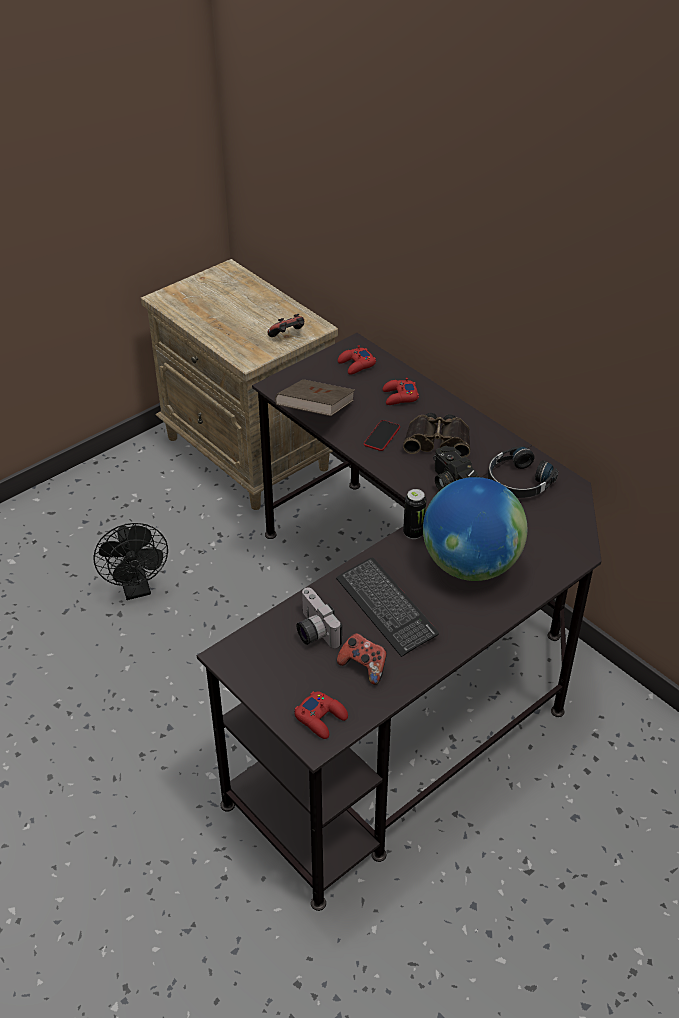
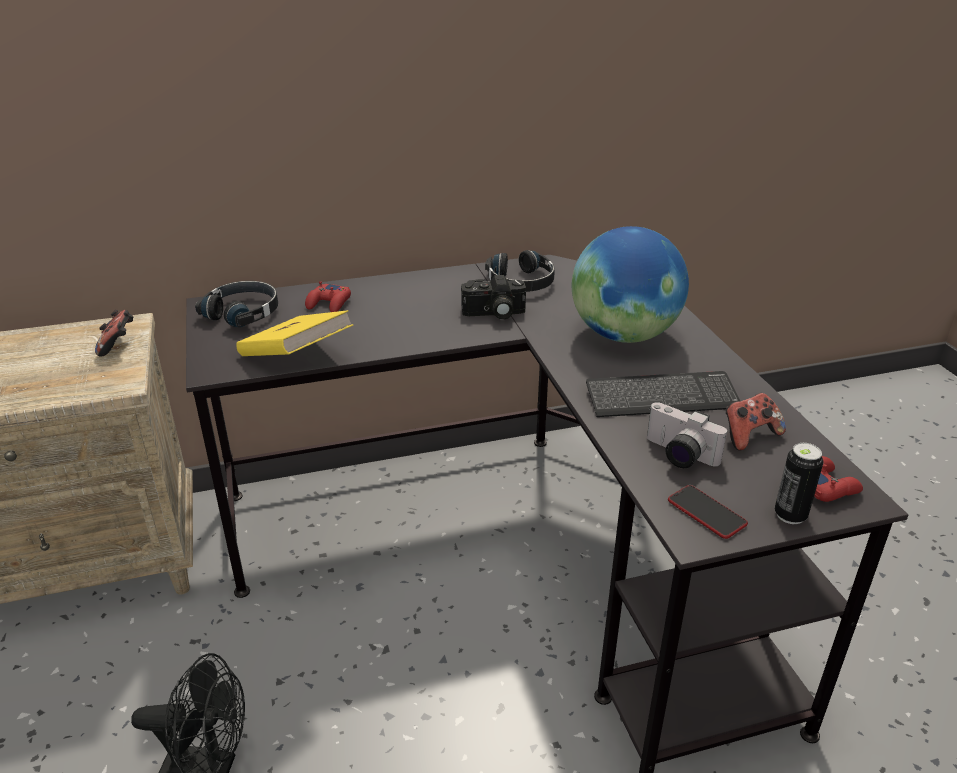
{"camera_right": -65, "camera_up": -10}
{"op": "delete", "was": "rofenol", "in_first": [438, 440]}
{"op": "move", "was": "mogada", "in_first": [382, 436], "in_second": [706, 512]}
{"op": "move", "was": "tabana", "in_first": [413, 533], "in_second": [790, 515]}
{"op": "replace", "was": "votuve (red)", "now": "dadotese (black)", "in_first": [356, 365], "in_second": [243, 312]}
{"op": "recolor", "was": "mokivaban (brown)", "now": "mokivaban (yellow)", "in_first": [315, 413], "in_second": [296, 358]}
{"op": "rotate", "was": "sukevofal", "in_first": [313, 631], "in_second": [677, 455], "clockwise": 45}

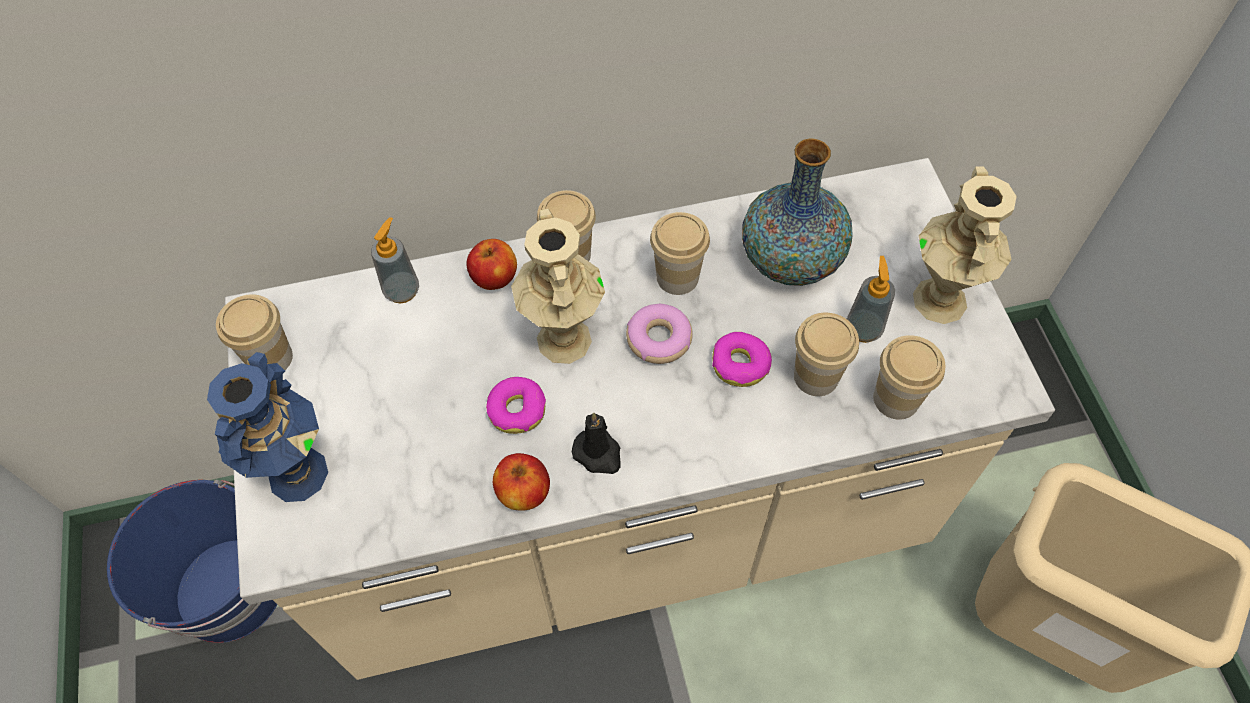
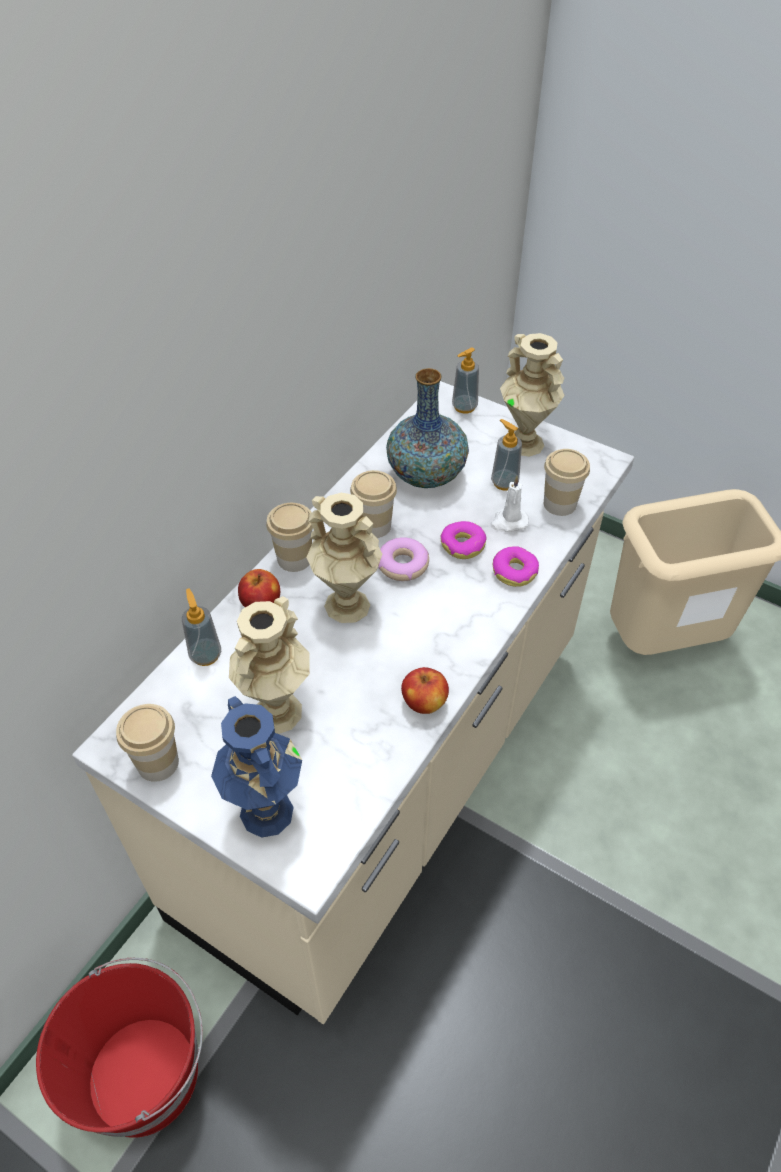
{"camera_right": -45, "camera_up": -10}
{"op": "delete", "was": "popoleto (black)", "in_first": [598, 454]}
{"op": "insert", "now": "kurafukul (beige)", "in_second": [278, 713]}
{"op": "insert", "now": "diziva", "in_second": [464, 407]}
{"op": "move", "was": "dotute", "in_first": [517, 410], "in_second": [514, 571]}
{"op": "replace", "was": "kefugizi", "now": "popoleto (white)", "in_first": [816, 376], "in_second": [508, 522]}
{"op": "recolor", "was": "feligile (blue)", "now": "feligile (red)", "in_first": [232, 589], "in_second": [145, 1072]}

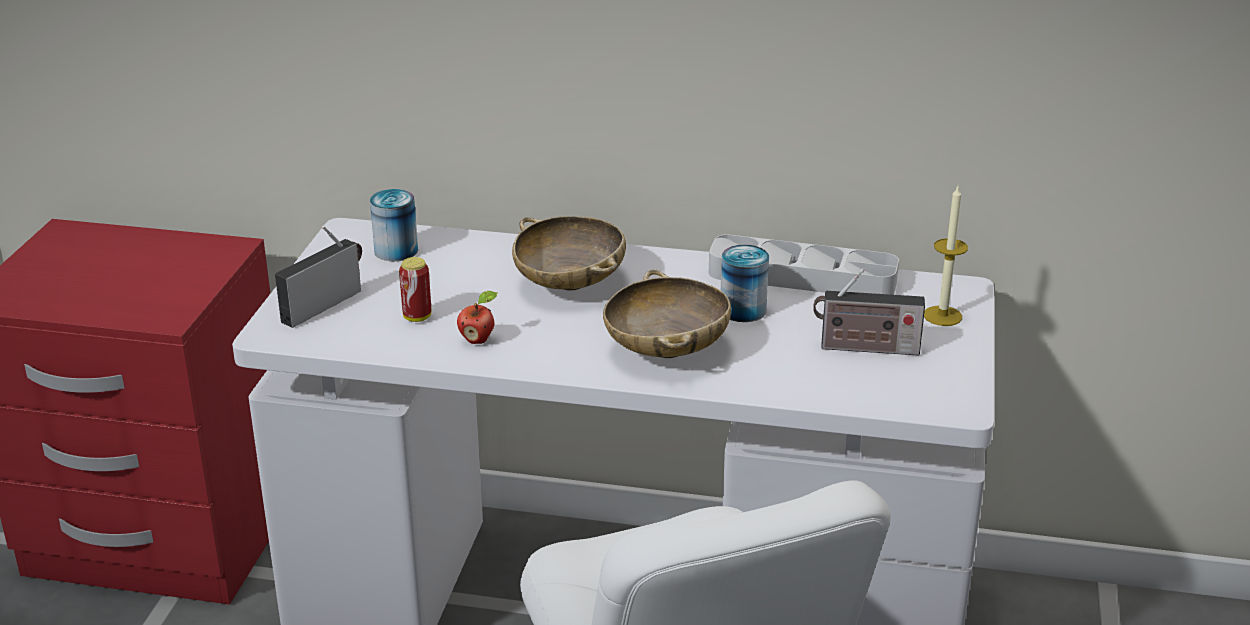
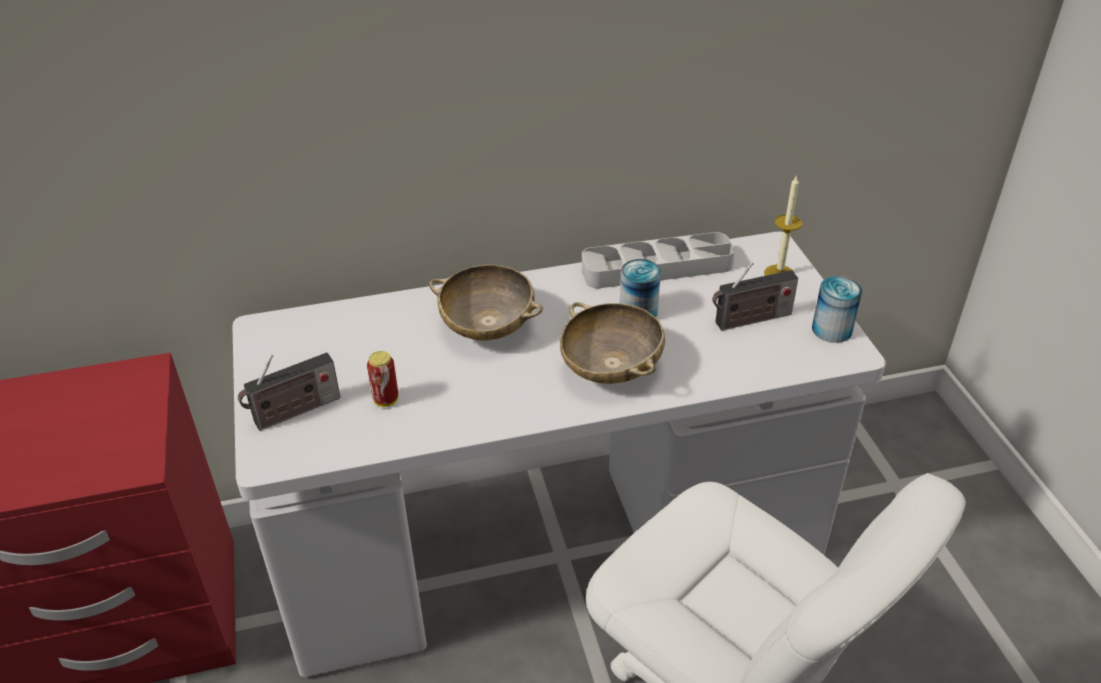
{"camera_right": -25, "camera_up": 10}
{"op": "delete", "was": "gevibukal", "in_first": [478, 340]}
{"op": "move", "was": "tabana", "in_first": [396, 251], "in_second": [831, 330]}
{"op": "rotate", "was": "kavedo", "in_first": [324, 304], "in_second": [294, 412], "clockwise": -135}

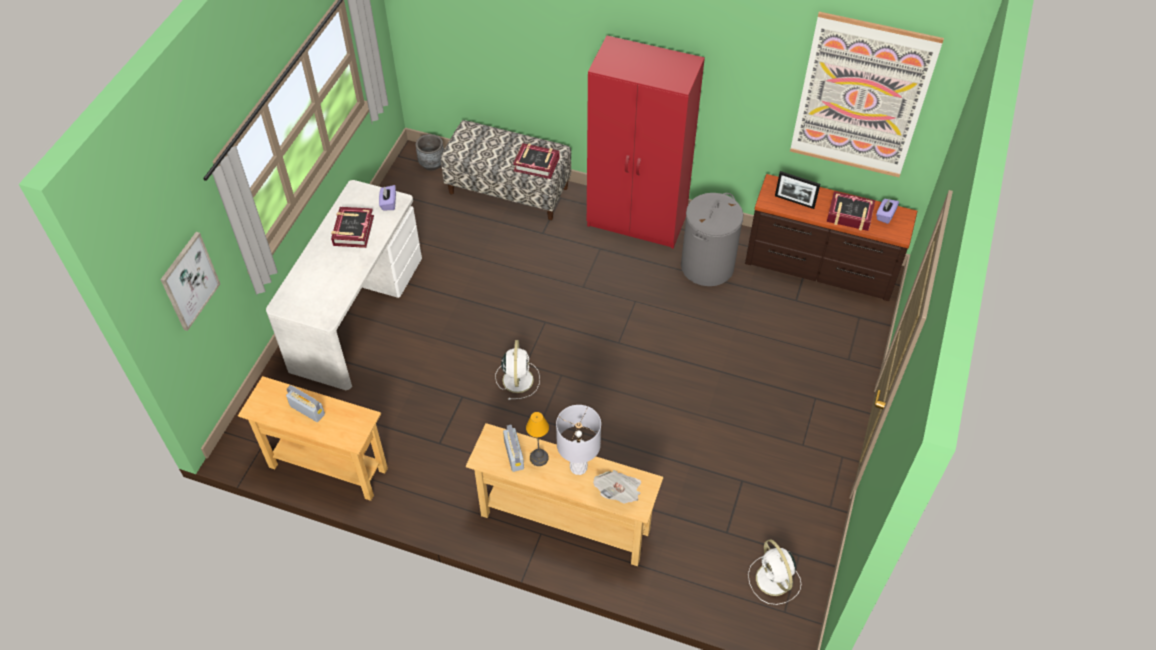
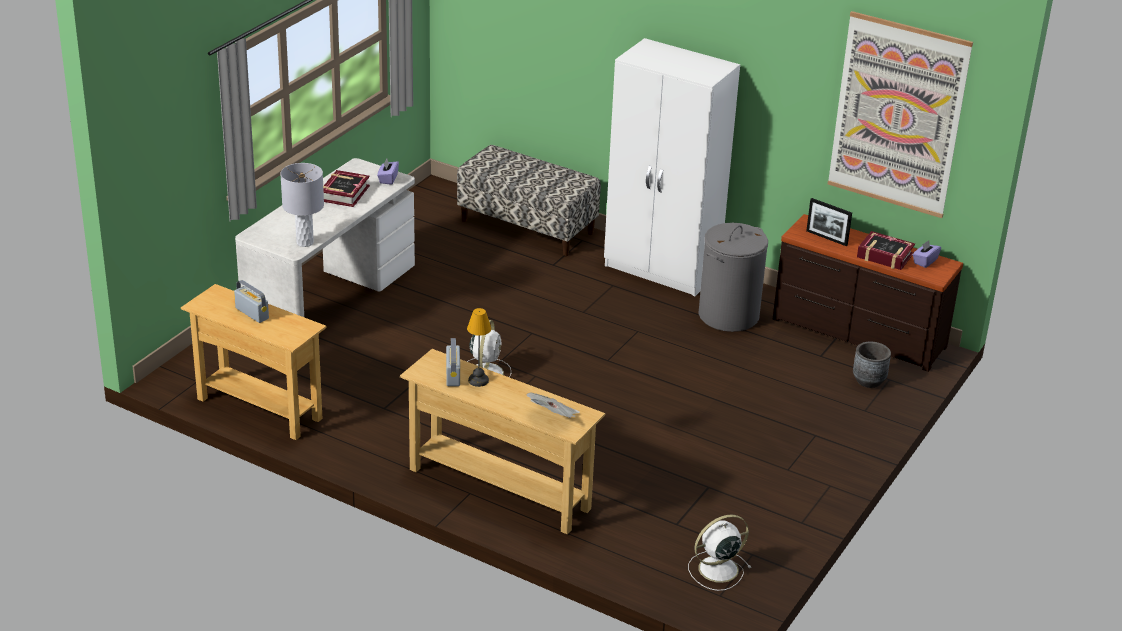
{"camera_right": 10, "camera_up": -20}
{"op": "delete", "was": "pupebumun", "in_first": [189, 281]}
{"op": "delete", "was": "mokivaban", "in_first": [536, 164]}
{"op": "move", "was": "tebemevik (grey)", "in_first": [432, 164], "in_second": [869, 381]}
{"op": "move", "was": "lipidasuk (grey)", "in_first": [579, 467], "in_second": [305, 242]}
{"op": "recolor", "was": "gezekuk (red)", "now": "gezekuk (white)", "in_first": [637, 221], "in_second": [662, 270]}
{"op": "rotate", "was": "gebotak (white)", "in_first": [774, 581], "in_second": [716, 570], "clockwise": 75}

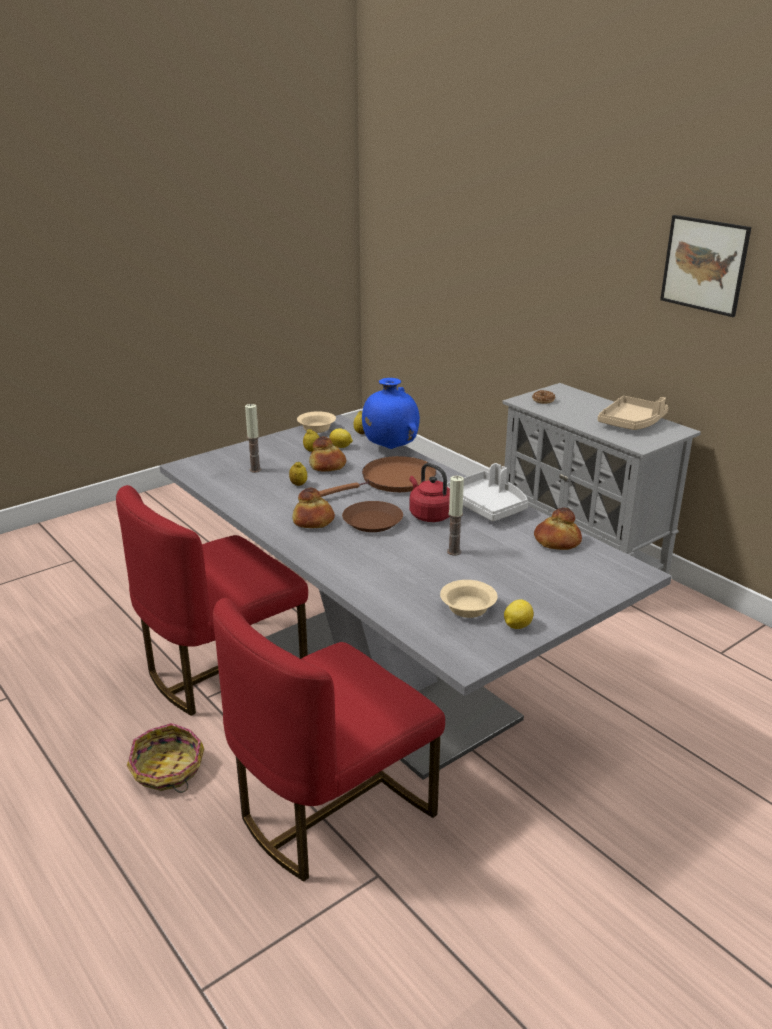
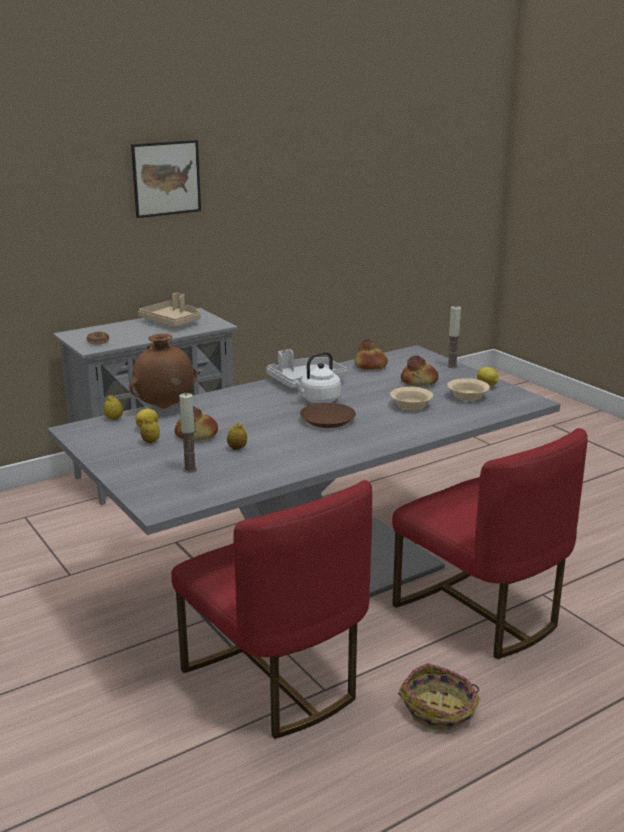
{"camera_right": -85, "camera_up": -5}
{"op": "delete", "was": "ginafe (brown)", "in_first": [394, 481]}
{"op": "move", "was": "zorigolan", "in_first": [313, 521], "in_second": [419, 382]}
{"op": "move", "was": "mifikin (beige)", "in_first": [317, 429], "in_second": [411, 405]}
{"op": "move", "was": "popoleto", "in_first": [454, 552], "in_second": [452, 366]}
{"op": "recolor", "was": "kurafukul (blue)", "now": "kurafukul (brown)", "in_first": [390, 448], "in_second": [165, 408]}
{"op": "recolor", "was": "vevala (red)", "now": "vevala (white)", "in_first": [429, 515], "in_second": [318, 400]}

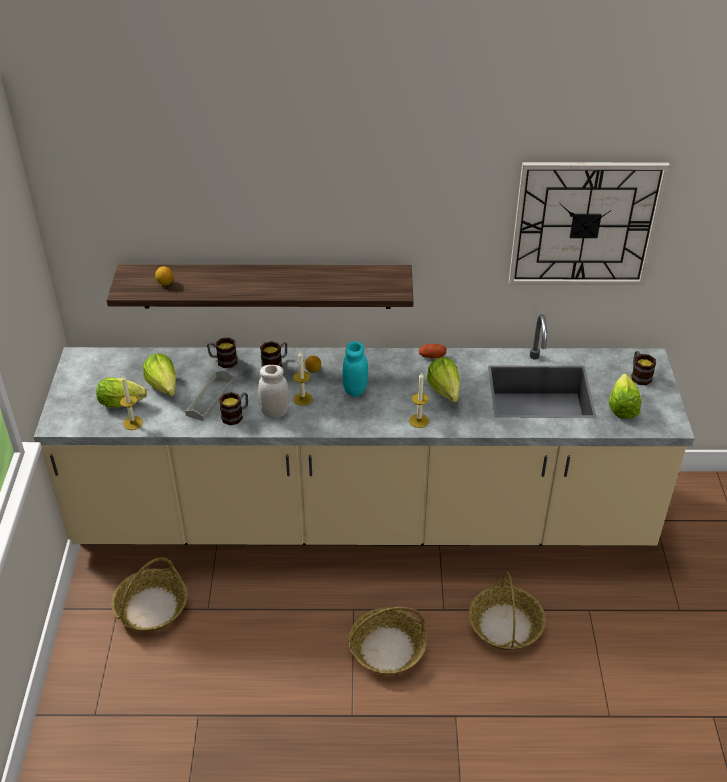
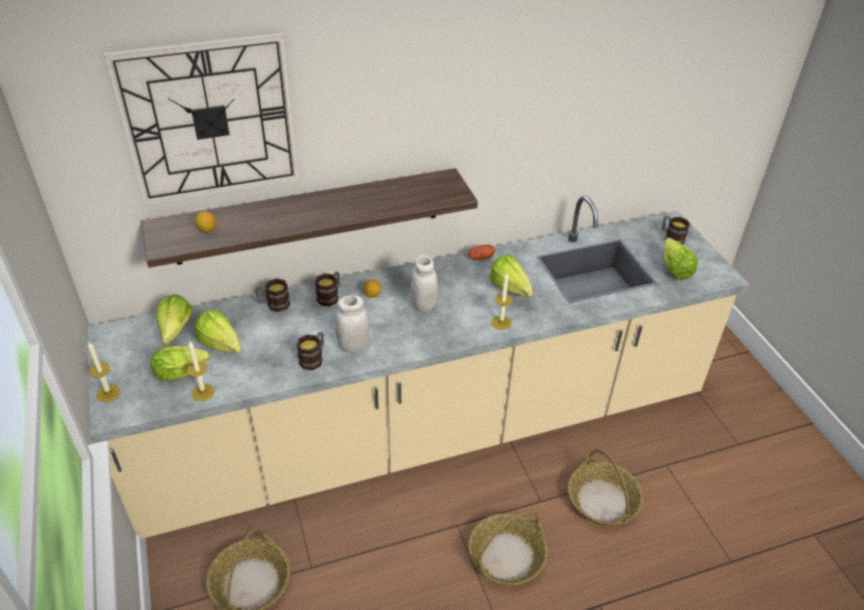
{"camera_right": -20, "camera_up": 0}
{"op": "delete", "was": "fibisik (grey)", "in_first": [210, 398]}
{"op": "insert", "now": "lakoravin", "in_second": [173, 334]}
{"op": "move", "was": "popoleto", "in_first": [302, 399], "in_second": [108, 393]}
{"op": "move", "was": "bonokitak", "in_first": [585, 224], "in_second": [210, 120]}
{"op": "recolor", "was": "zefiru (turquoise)", "now": "zefiru (white)", "in_first": [355, 390], "in_second": [423, 305]}

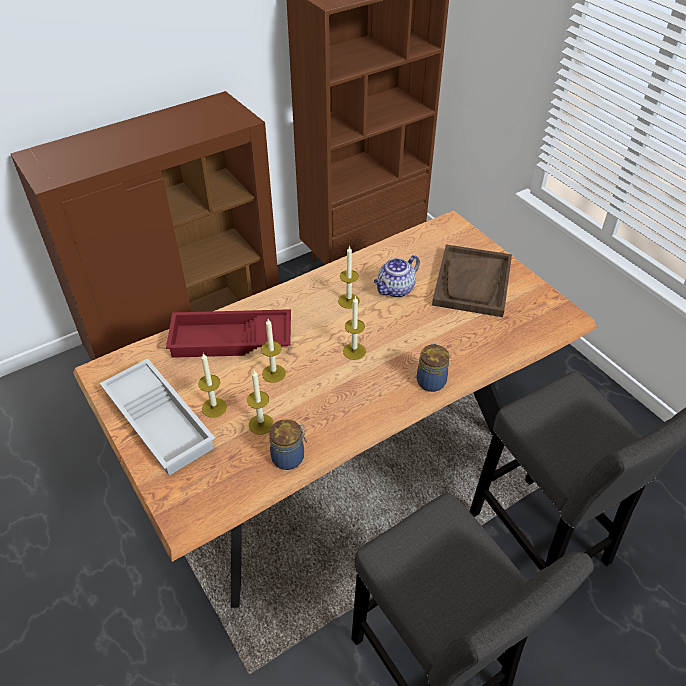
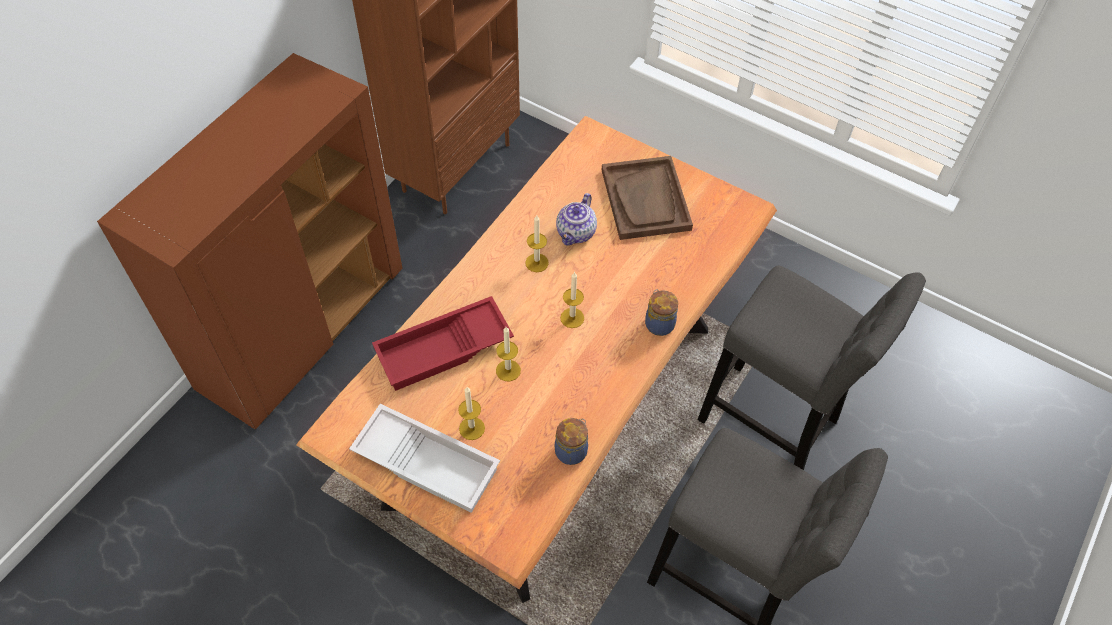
{"camera_right": -25, "camera_up": 10}
{"op": "delete", "was": "popoleto", "in_first": [261, 424]}

